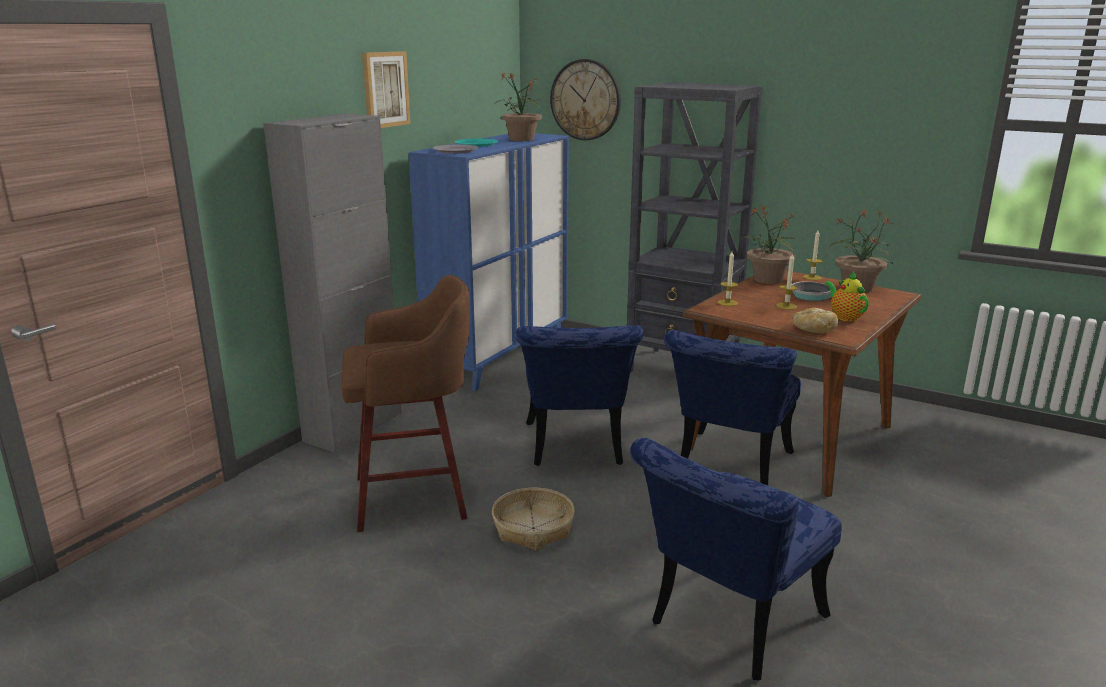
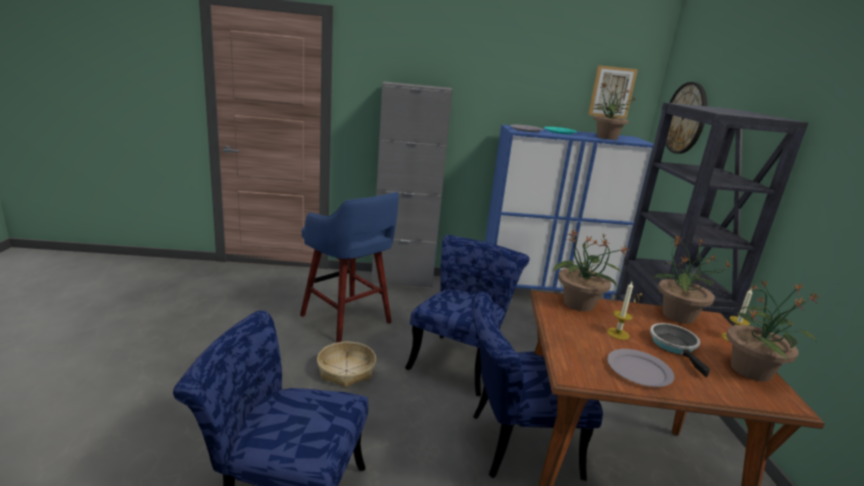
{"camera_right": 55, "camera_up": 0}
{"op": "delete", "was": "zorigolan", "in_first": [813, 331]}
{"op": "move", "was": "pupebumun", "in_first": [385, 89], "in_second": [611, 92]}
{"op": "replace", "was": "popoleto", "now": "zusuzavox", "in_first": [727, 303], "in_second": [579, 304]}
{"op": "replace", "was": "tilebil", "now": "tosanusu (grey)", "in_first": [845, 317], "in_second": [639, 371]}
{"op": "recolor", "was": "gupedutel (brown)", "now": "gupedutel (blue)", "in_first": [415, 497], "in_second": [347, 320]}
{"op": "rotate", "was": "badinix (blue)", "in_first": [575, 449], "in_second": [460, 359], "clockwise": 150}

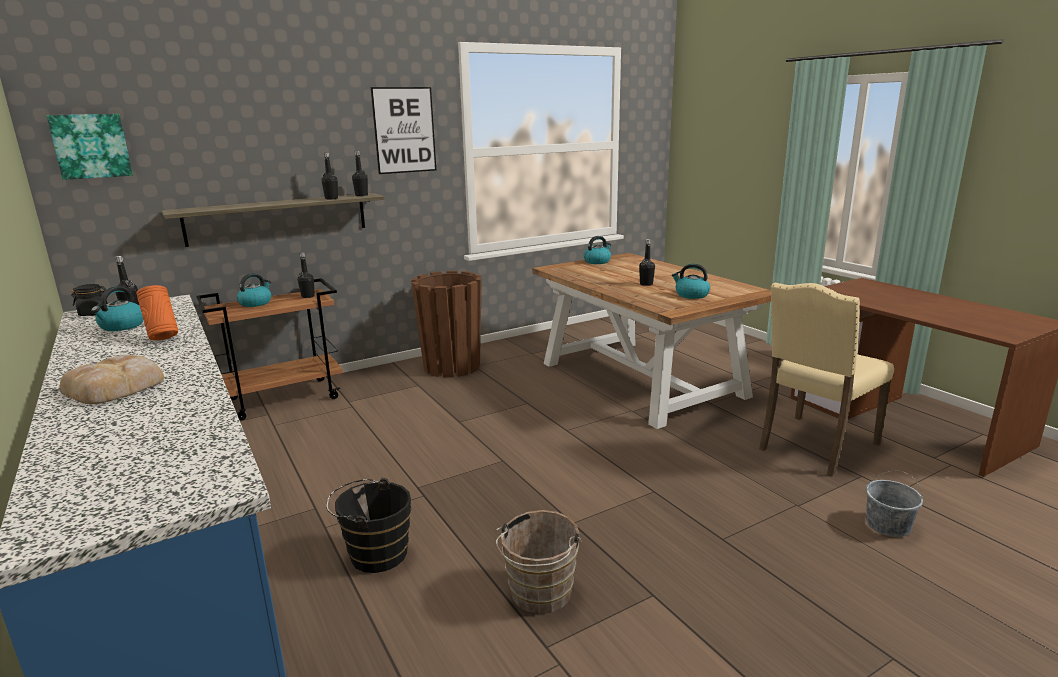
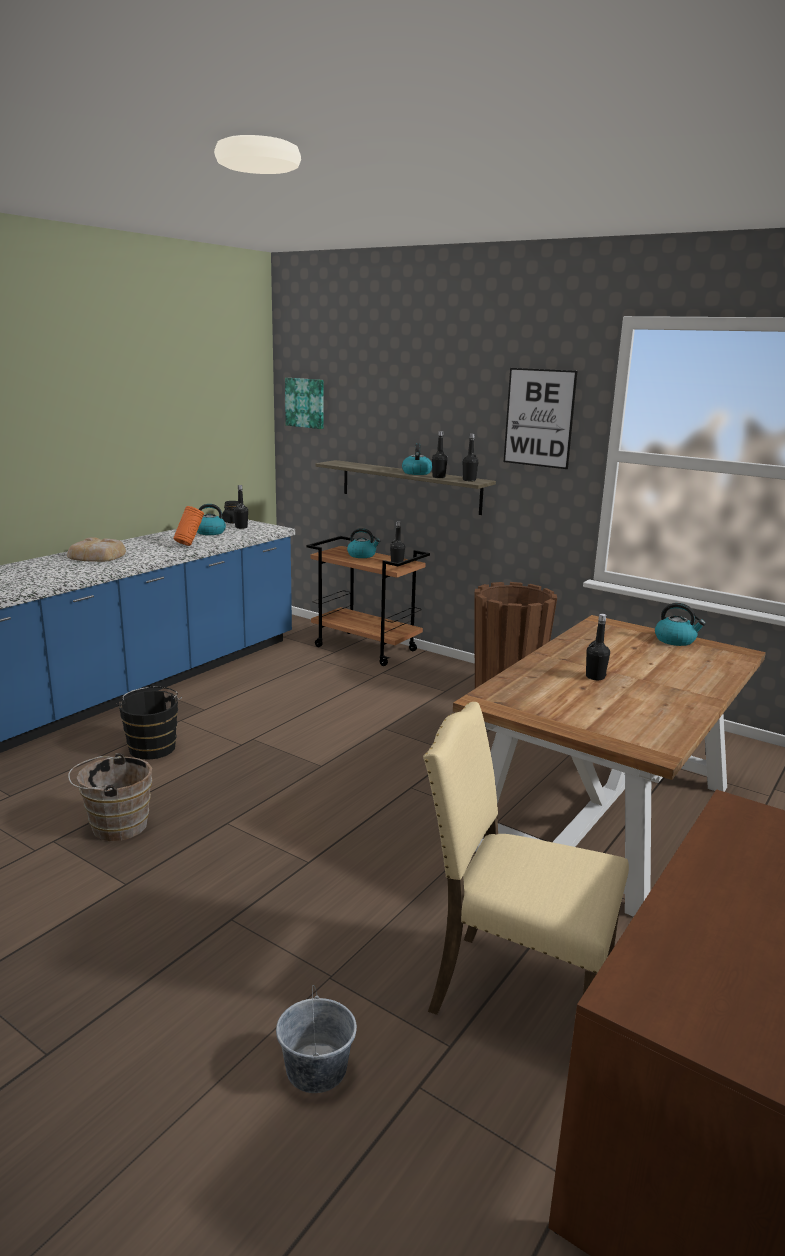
{"camera_right": 65, "camera_up": 0}
{"op": "move", "was": "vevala", "in_first": [691, 295], "in_second": [416, 473]}

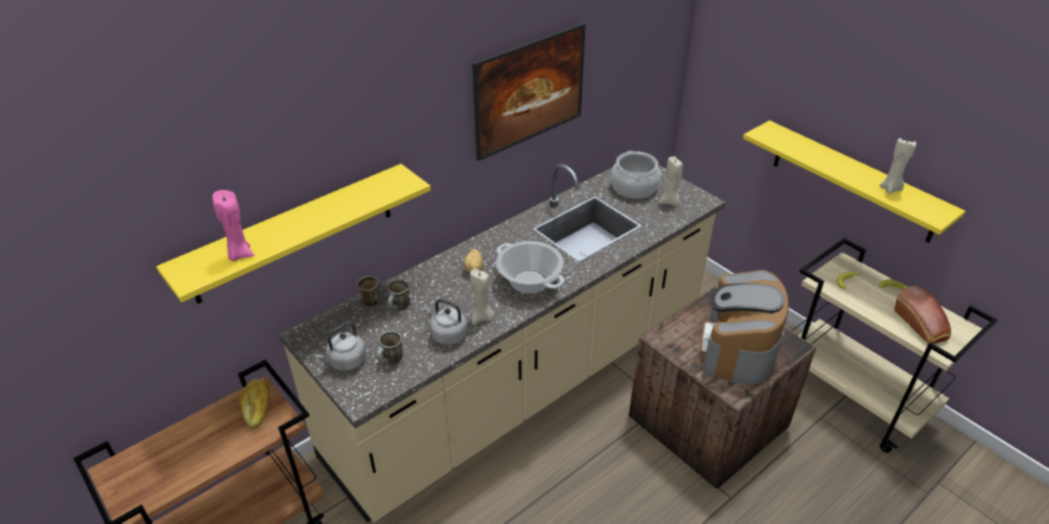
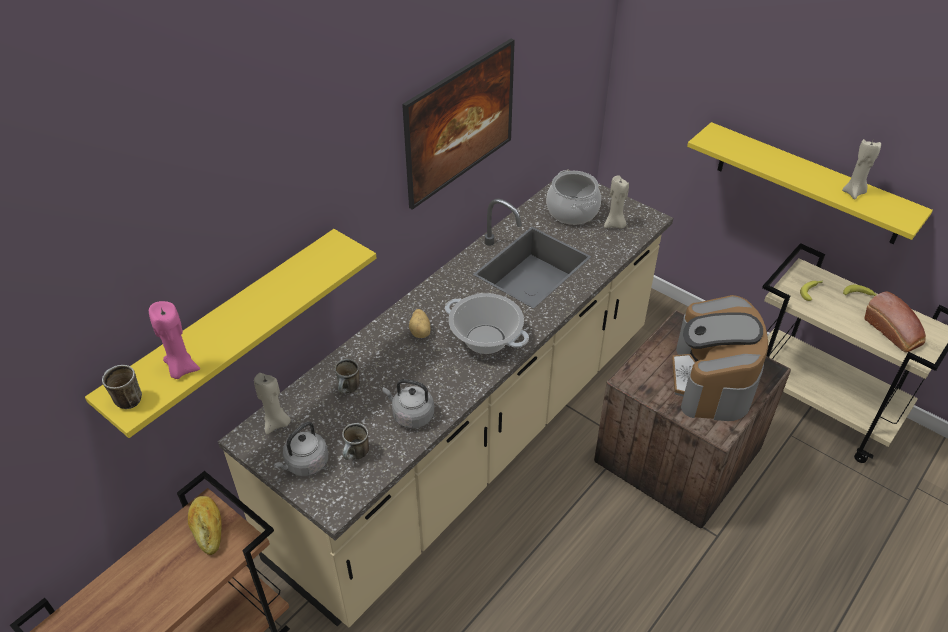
{"camera_right": -10, "camera_up": 5}
{"op": "move", "was": "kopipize", "in_first": [368, 301], "in_second": [125, 399]}
{"op": "move", "was": "popoleto (beige)", "in_first": [482, 317], "in_second": [277, 423]}

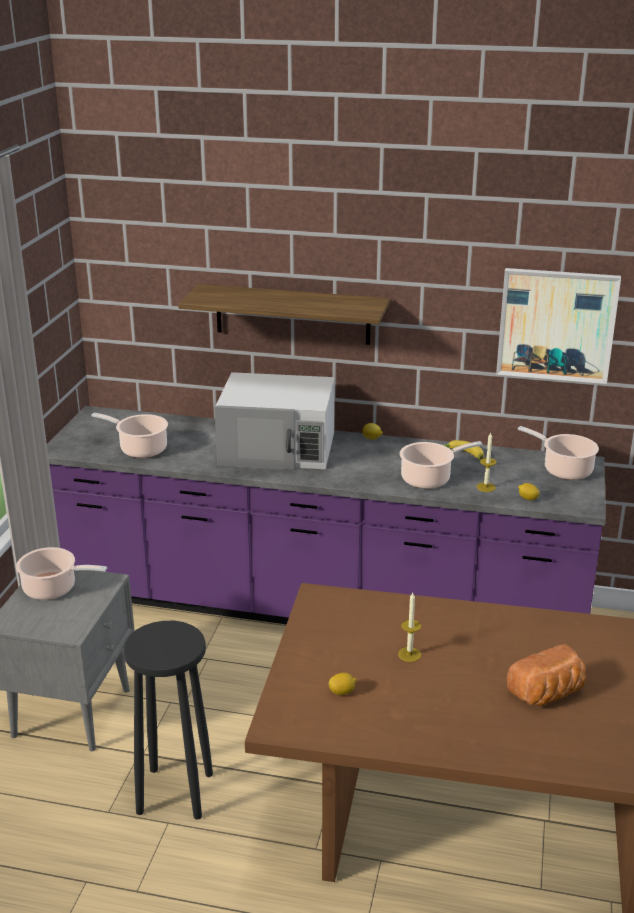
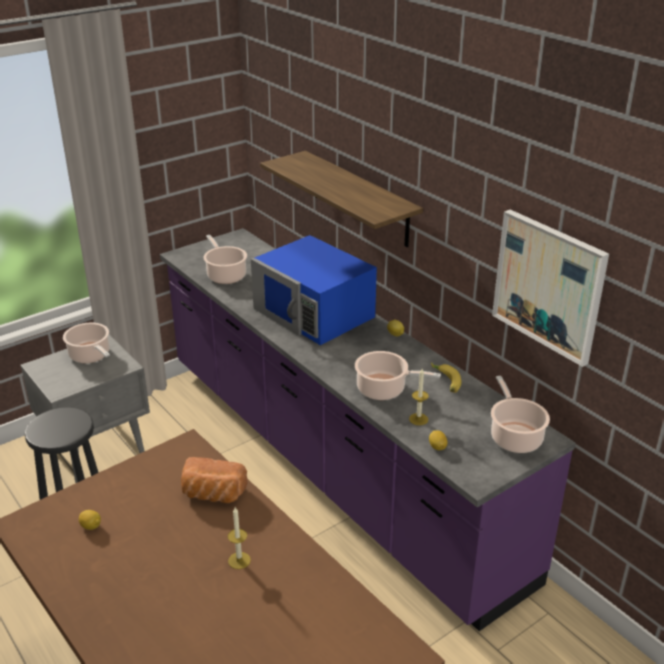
{"camera_right": 40, "camera_up": 5}
{"op": "move", "was": "popoleto", "in_first": [409, 654], "in_second": [239, 560]}
{"op": "move", "was": "zorigolan", "in_first": [548, 694], "in_second": [212, 495]}
{"op": "recolor", "was": "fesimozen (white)", "now": "fesimozen (blue)", "in_first": [278, 448], "in_second": [314, 313]}

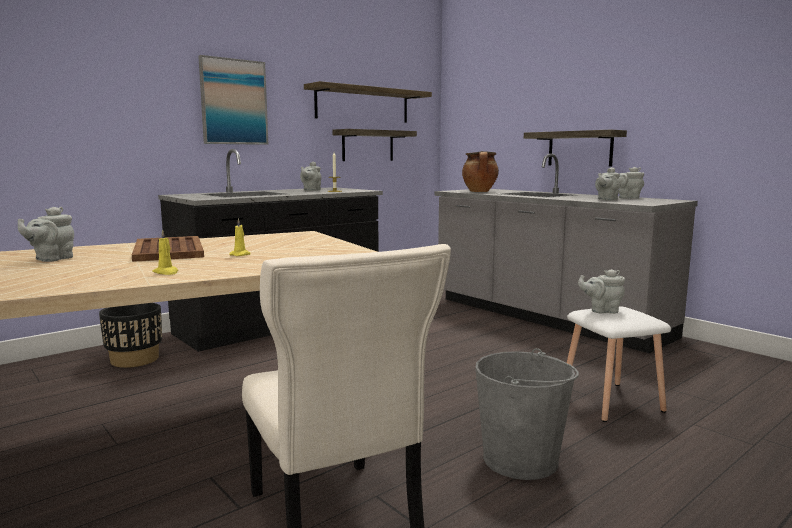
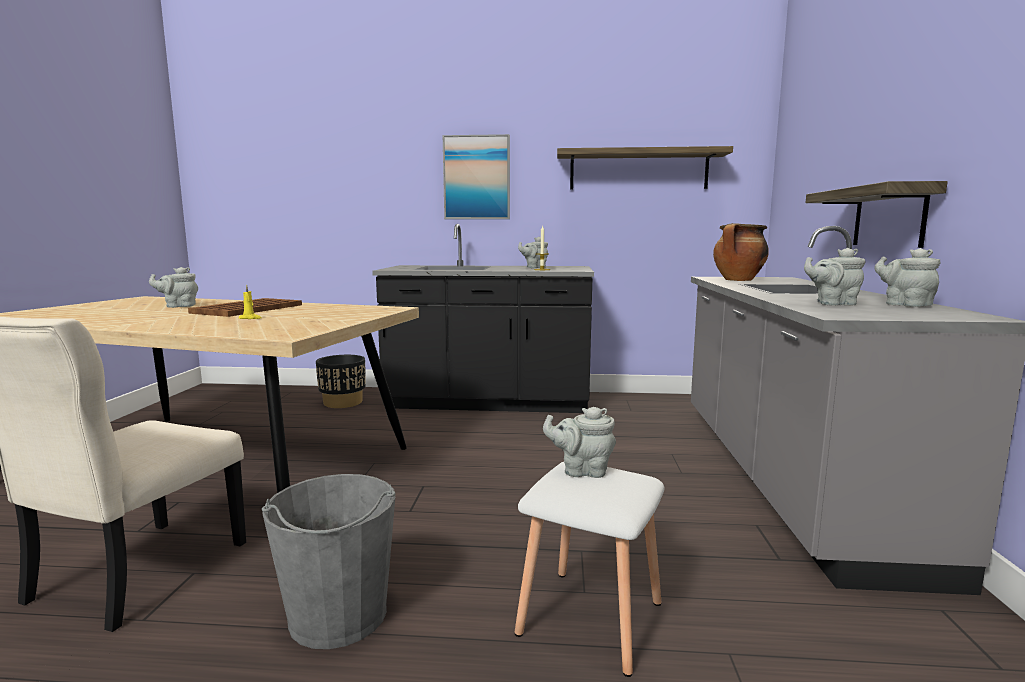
{"camera_right": 45, "camera_up": 0}
{"op": "delete", "was": "popoleto (yellow)", "in_first": [166, 272]}
{"op": "delete", "was": "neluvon", "in_first": [368, 145]}
{"op": "rotate", "was": "tilebil (grey)", "in_first": [602, 310], "in_second": [582, 471], "clockwise": -45}

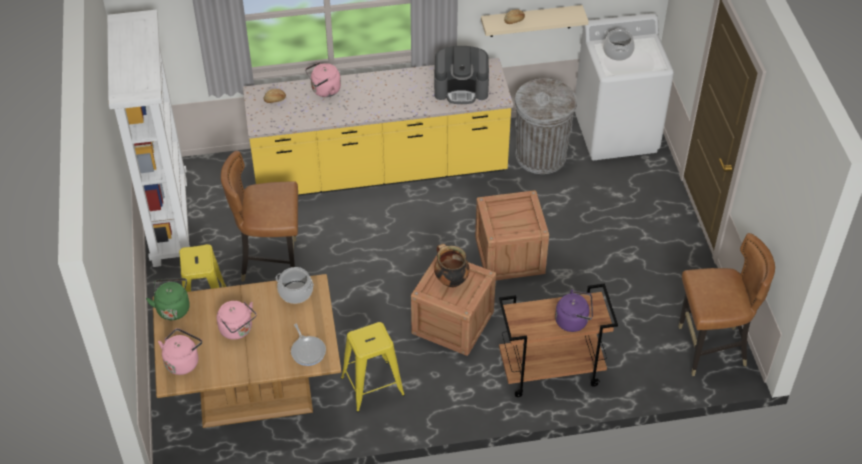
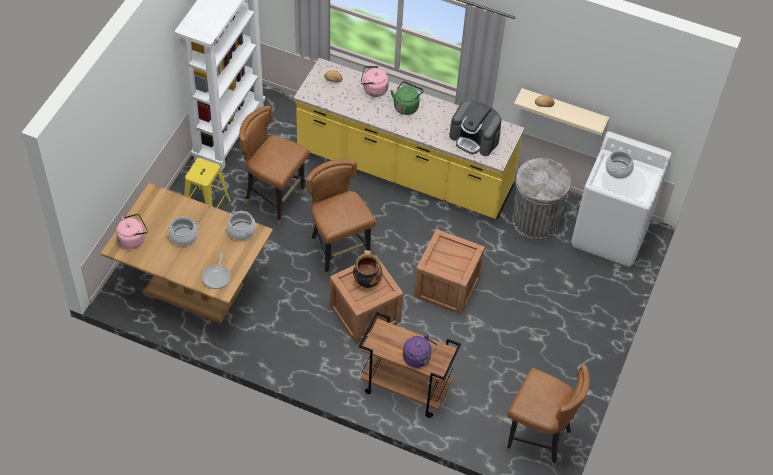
{"camera_right": 30, "camera_up": 5}
{"op": "delete", "was": "gupedutel (yellow)", "in_first": [372, 386]}
{"op": "insert", "now": "badinix (brown)", "in_second": [339, 252]}
{"op": "move", "was": "vevala (green)", "in_first": [173, 308], "in_second": [406, 106]}
{"op": "replace", "was": "vevala (pink)", "now": "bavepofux", "in_first": [238, 330], "in_second": [184, 236]}

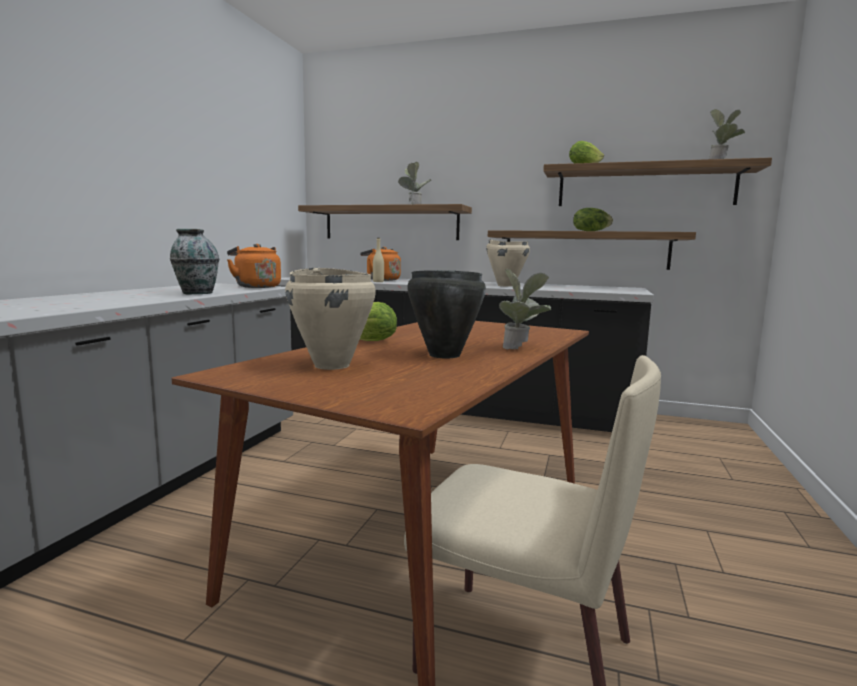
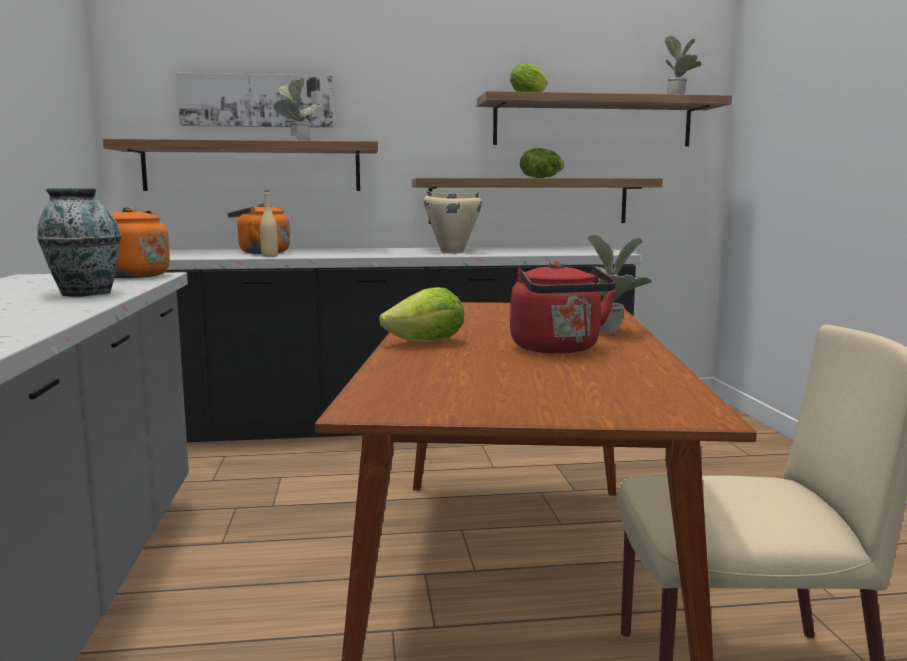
{"camera_right": -25, "camera_up": 0}
{"op": "delete", "was": "bavepofux (beige)", "in_first": [332, 365]}
{"op": "insert", "now": "pupebumun", "in_second": [257, 101]}
{"op": "replace", "was": "bavepofux (black)", "now": "vevala (red)", "in_first": [444, 355], "in_second": [558, 349]}

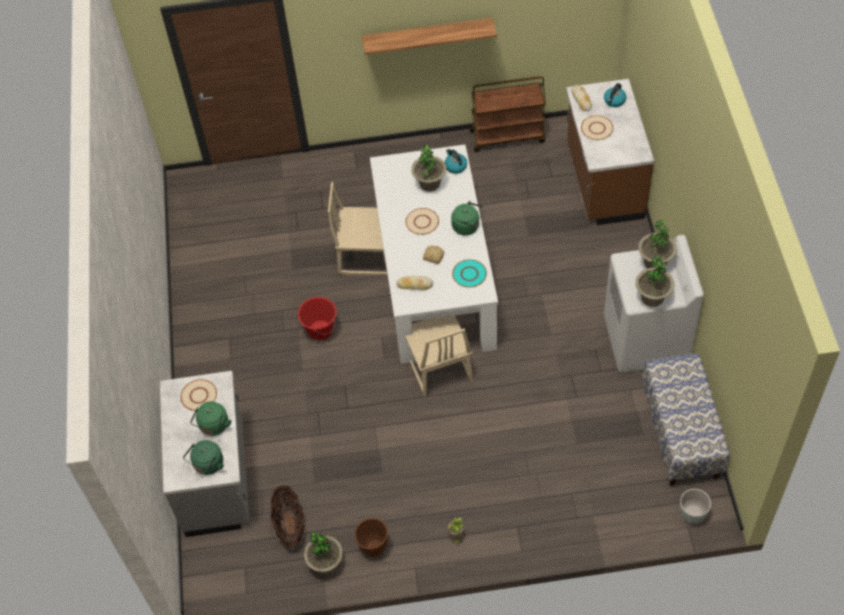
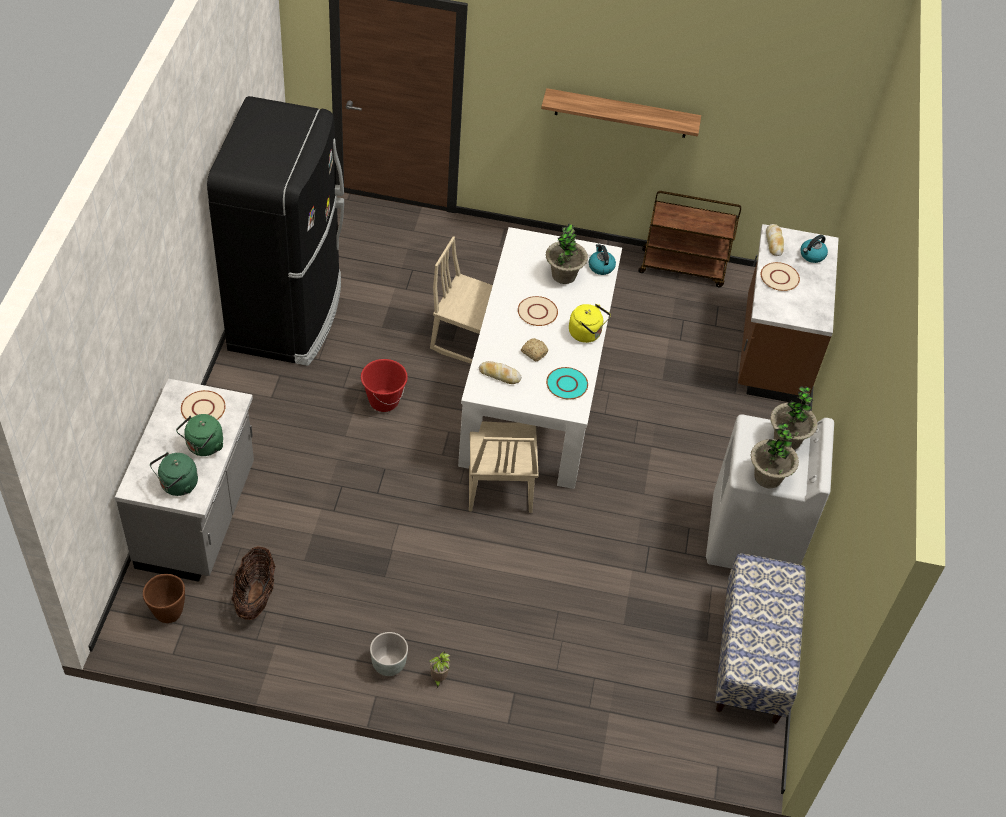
{"camera_right": 10, "camera_up": -5}
{"op": "delete", "was": "zusuzavox", "in_first": [326, 563]}
{"op": "insert", "now": "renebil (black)", "in_second": [288, 314]}
{"op": "move", "was": "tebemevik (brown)", "in_first": [373, 548], "in_second": [168, 613]}
{"op": "move", "was": "tebemevik (grey)", "in_first": [692, 513], "in_second": [389, 664]}
{"op": "recolor", "was": "vevala (green)", "now": "vevala (yellow)", "in_first": [467, 226], "in_second": [587, 334]}

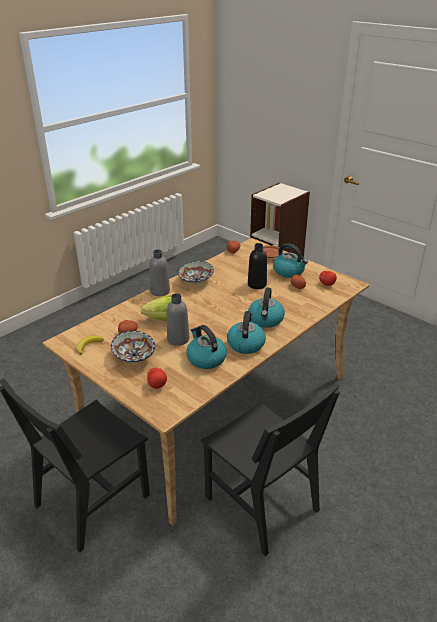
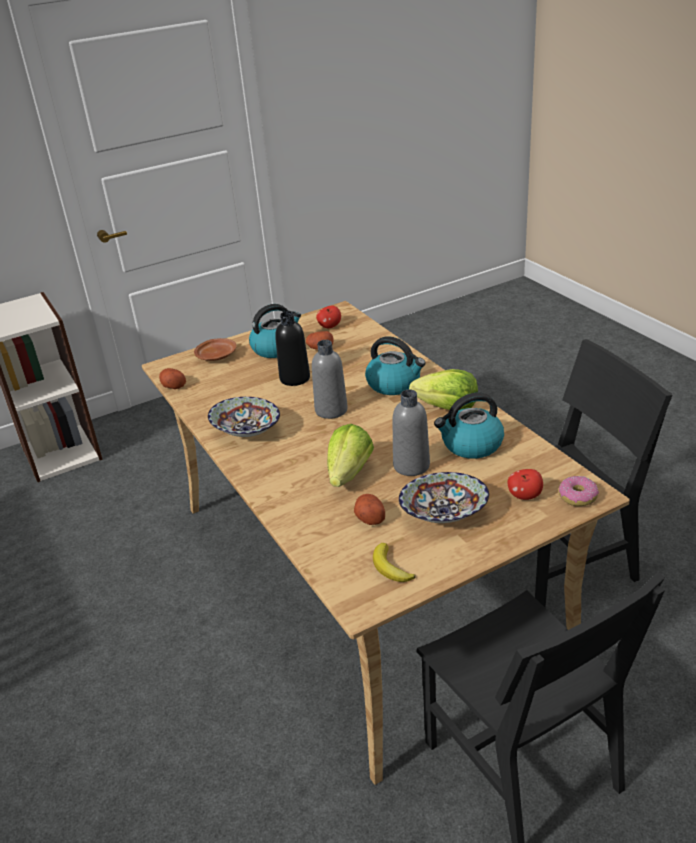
{"camera_right": -70, "camera_up": 0}
{"op": "insert", "now": "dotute", "in_second": [577, 496]}
{"op": "move", "was": "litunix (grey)", "in_first": [160, 291], "in_second": [331, 410]}
{"op": "replace", "was": "vevala", "now": "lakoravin", "in_first": [245, 344], "in_second": [447, 407]}

